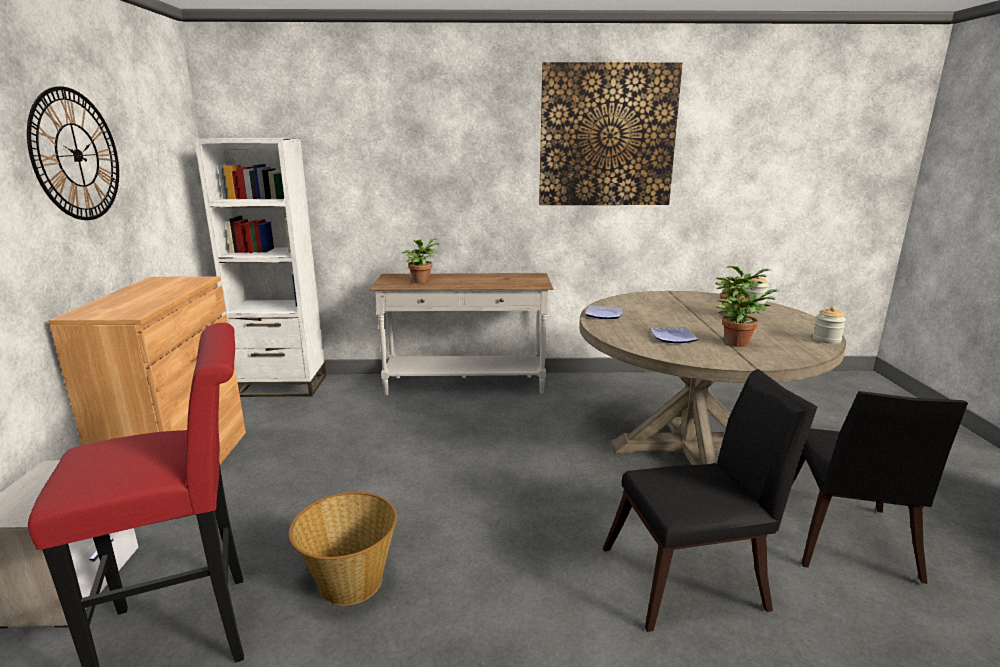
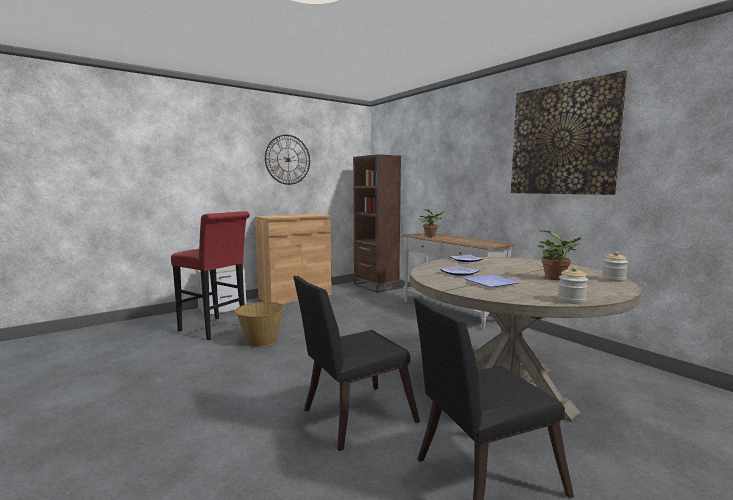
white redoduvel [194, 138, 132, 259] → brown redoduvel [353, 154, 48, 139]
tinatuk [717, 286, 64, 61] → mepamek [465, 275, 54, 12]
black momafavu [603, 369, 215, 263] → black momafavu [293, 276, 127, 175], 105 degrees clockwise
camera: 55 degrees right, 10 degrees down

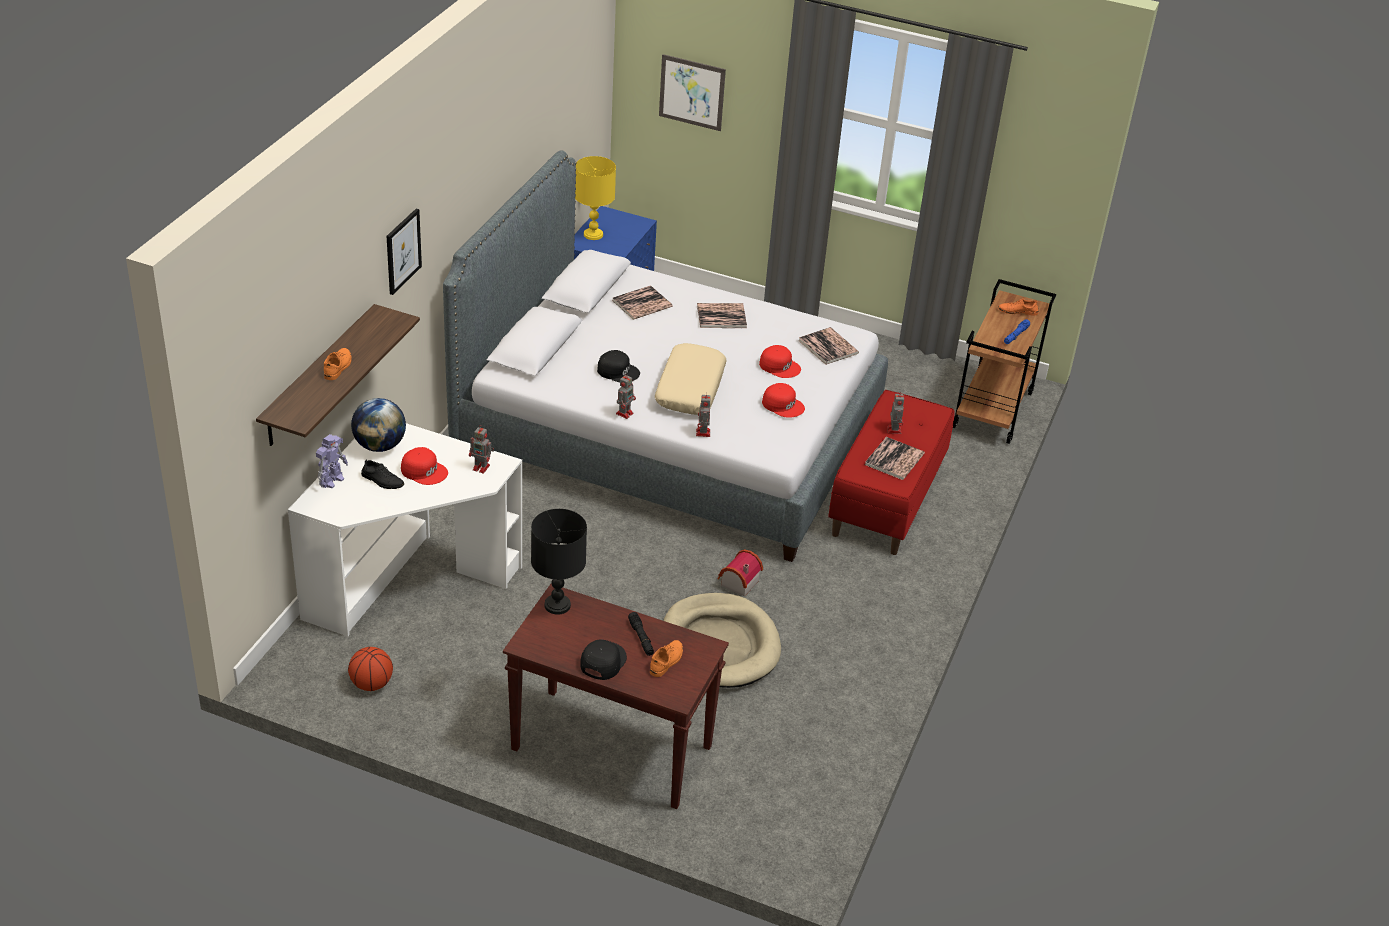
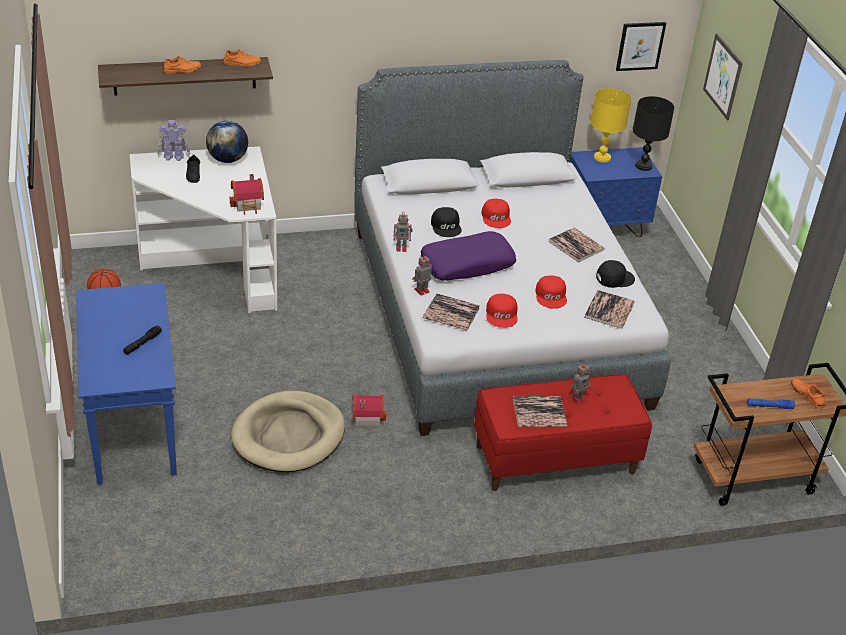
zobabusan [386, 208, 36, 87] → zobabusan [616, 22, 50, 49], relocated
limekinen [612, 285, 60, 35] → limekinen [423, 294, 57, 36], relocated
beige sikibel [655, 343, 72, 72] → purple sikibel [421, 231, 95, 50]
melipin [469, 426, 25, 47] → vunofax [230, 174, 34, 41]
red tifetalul [401, 447, 47, 38] → red tifetalul [482, 199, 29, 29], relocated
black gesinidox [531, 509, 56, 106] → black gesinidox [633, 96, 41, 75], relocated
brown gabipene [503, 584, 226, 225] → blue gabipene [76, 283, 101, 201]
black tifetalul [580, 640, 47, 40] → black tifetalul [596, 260, 39, 28], relocated
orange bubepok [650, 640, 33, 37] → orange bubepok [223, 49, 38, 18], relocated
camera: 55 degrees right, 0 degrees up

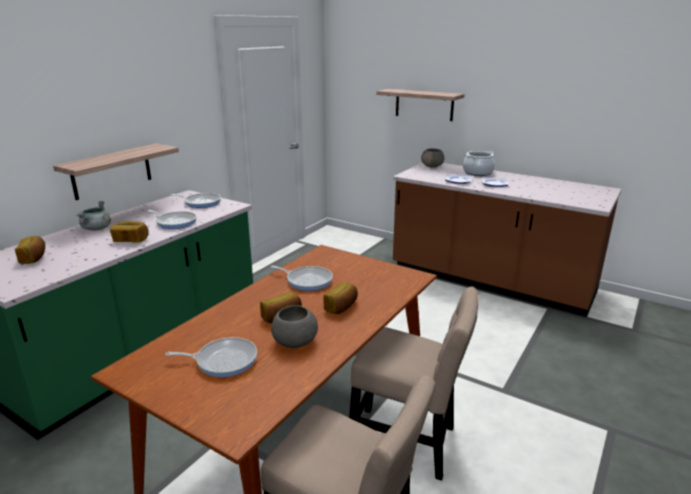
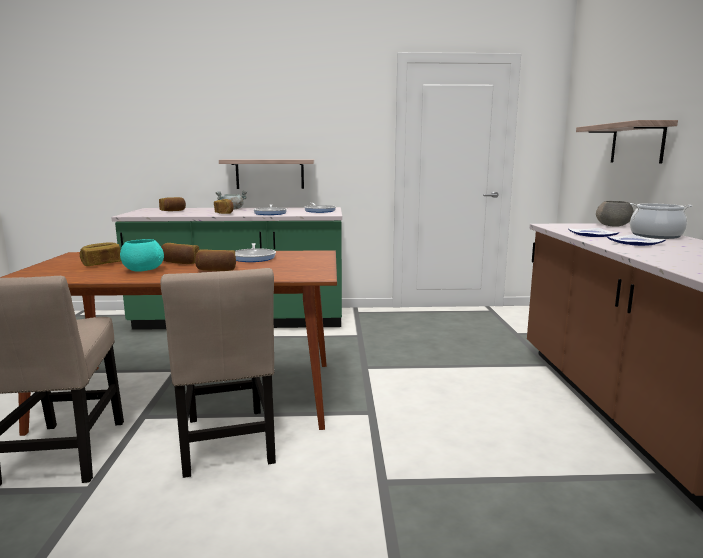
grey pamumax [271, 305, 47, 43] → turquoise pamumax [120, 239, 44, 33]
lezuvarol [165, 337, 92, 40] → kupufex [80, 242, 41, 24]
camera: 55 degrees right, 10 degrees down

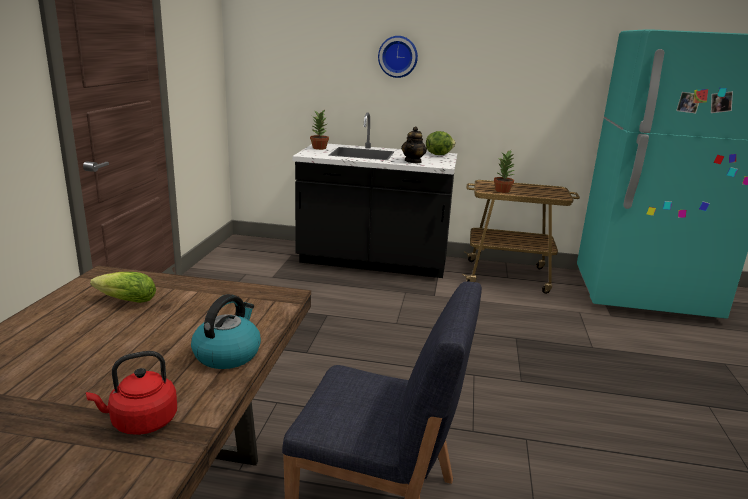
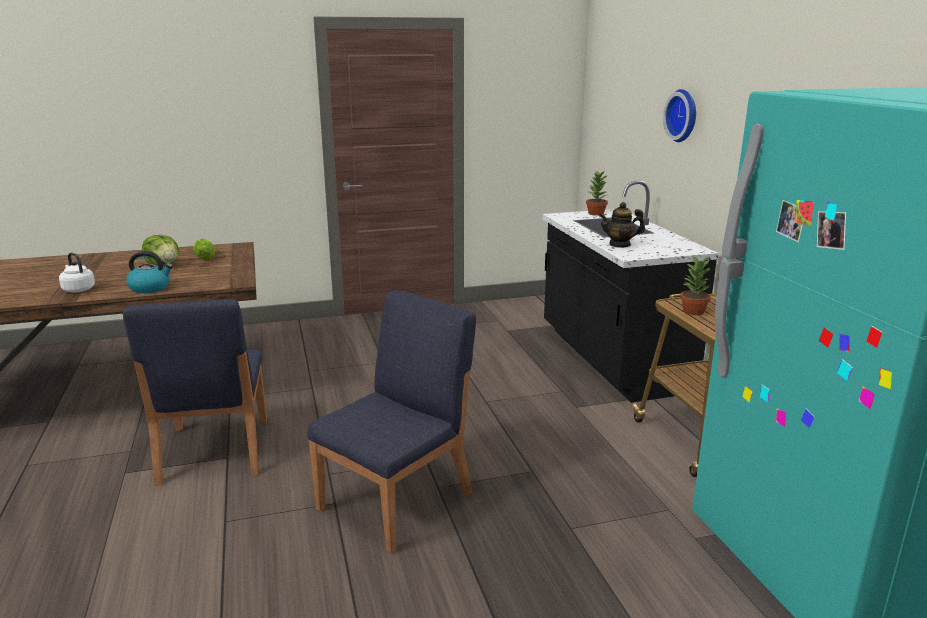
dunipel [426, 131, 30, 24] → dunipel [142, 235, 37, 31], relocated
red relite [86, 351, 91, 84] → white relite [59, 252, 36, 40]
- → blue momafavu [307, 290, 169, 263]
camera: 65 degrees right, 0 degrees up

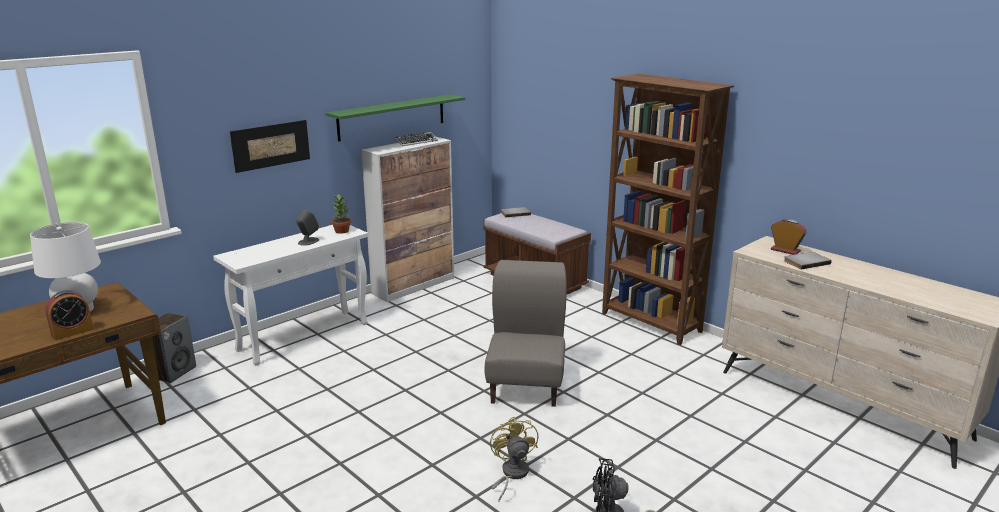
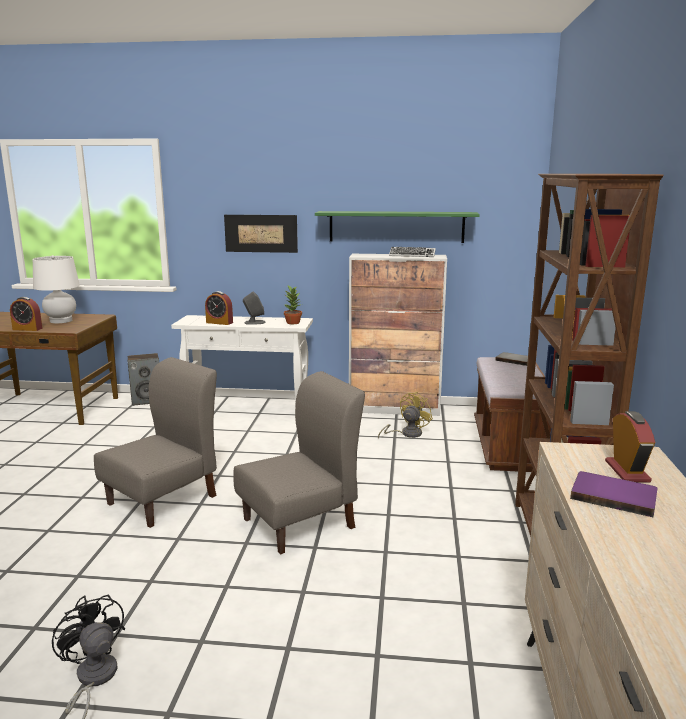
grey limekinen [784, 252, 48, 18] → purple limekinen [570, 471, 87, 46]
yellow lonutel [490, 416, 48, 86] → yellow lonutel [378, 392, 55, 47], relocated
- → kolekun [205, 291, 28, 34]
- → grey momafavu [94, 357, 123, 171]
camera: 50 degrees right, 5 degrees down

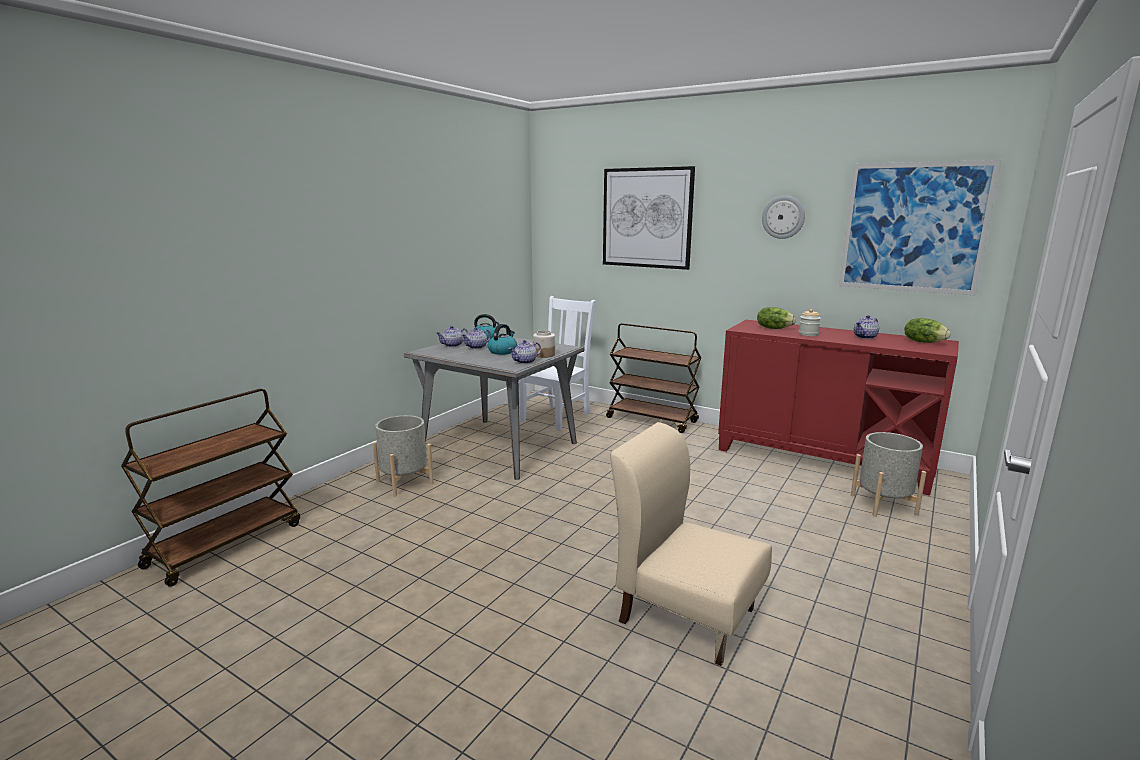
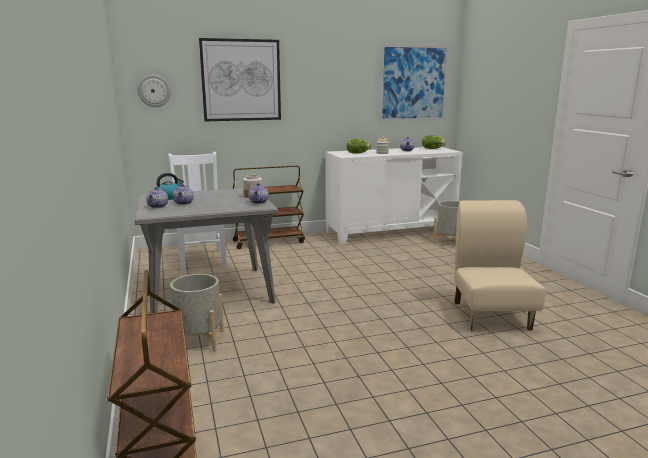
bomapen [762, 196, 43, 43] → bomapen [138, 75, 33, 32], relocated
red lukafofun [718, 320, 241, 176] → white lukafofun [326, 147, 137, 98]
relite [488, 324, 29, 31] → -
beige momafavu [610, 422, 162, 244] → beige momafavu [454, 200, 92, 132], 105 degrees clockwise
camera: 50 degrees left, 0 degrees up

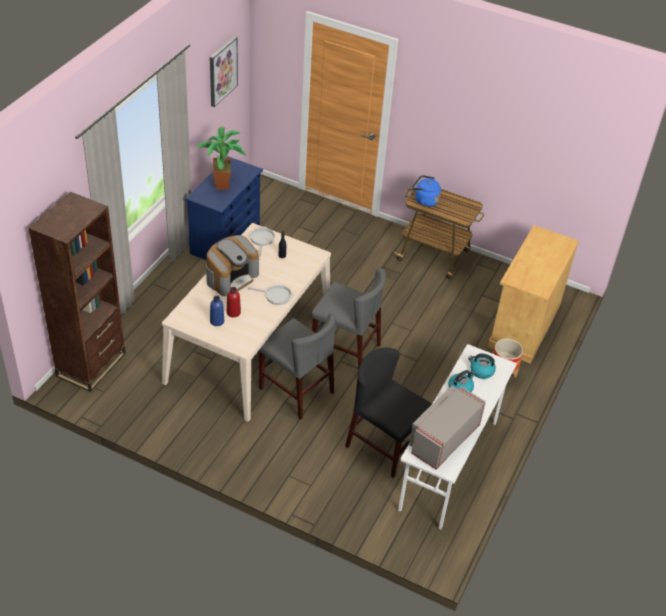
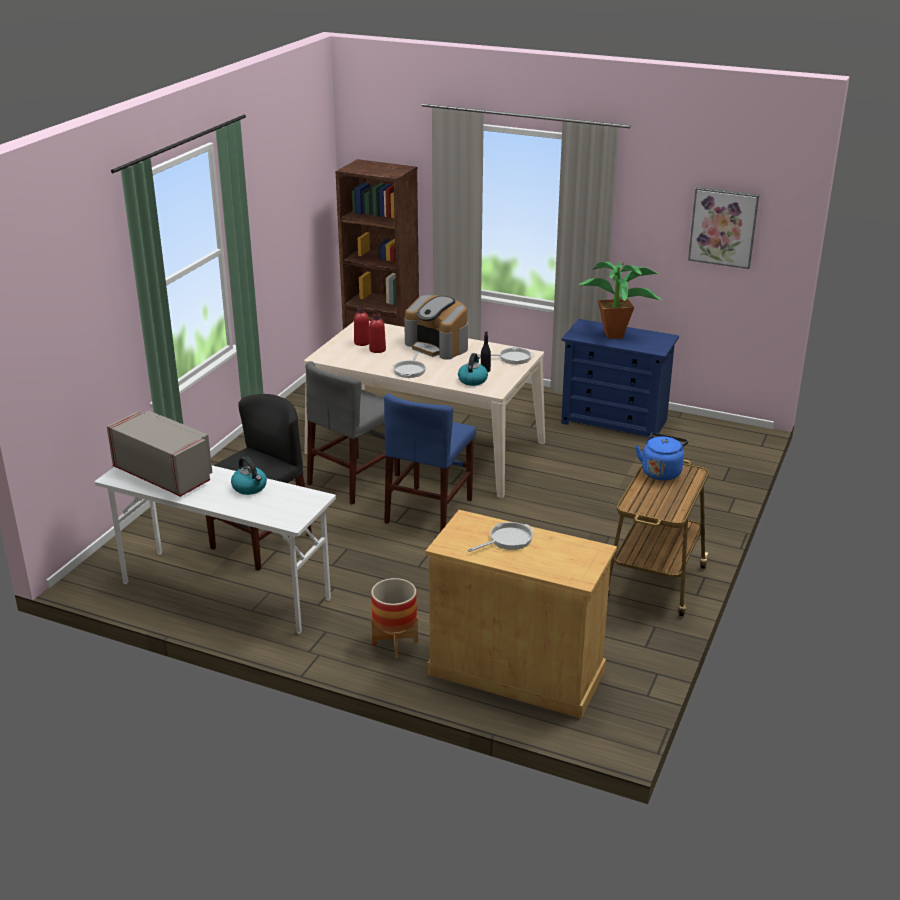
grey momafavu [311, 268, 75, 102] → blue momafavu [384, 394, 92, 137]
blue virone [210, 296, 14, 30] → red virone [354, 306, 15, 40]
relite [468, 354, 28, 25] → relite [458, 353, 30, 33], relocated
- → lezuvarol [468, 522, 66, 30]
camera: 90 degrees right, 15 degrees down

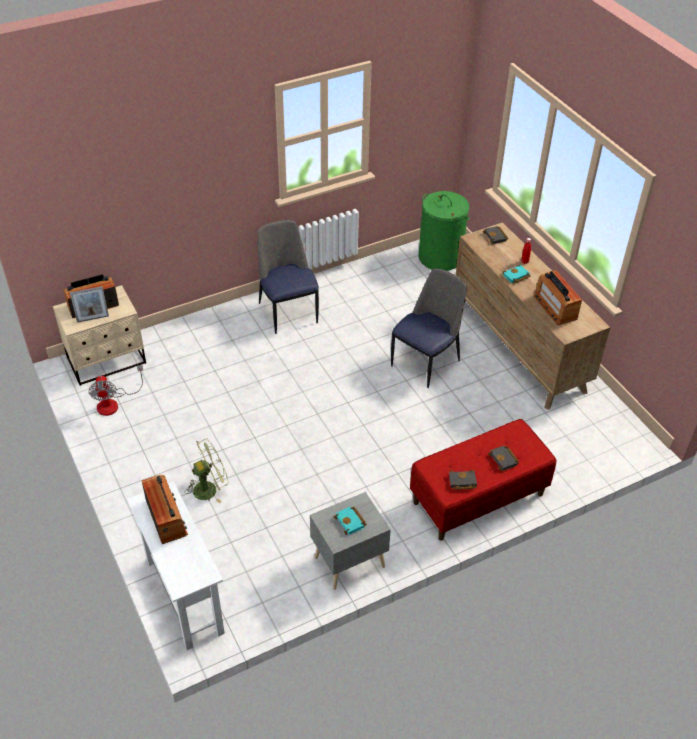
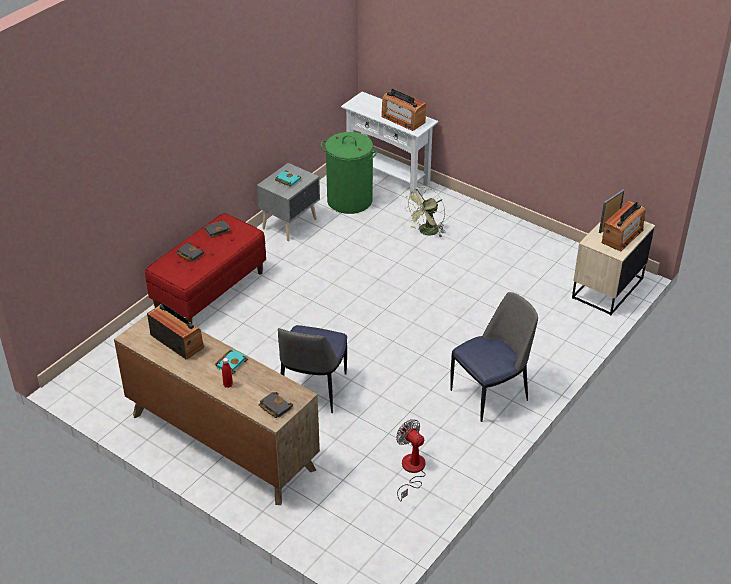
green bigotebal [418, 191, 52, 80] → green bigotebal [321, 132, 56, 82], relocated
momafavu [257, 220, 62, 114] → momafavu [450, 292, 88, 130], 75 degrees counterclockwise
lonutel [89, 365, 54, 51] → lonutel [396, 419, 30, 82], relocated
camera: 155 degrees right, 5 degrees down

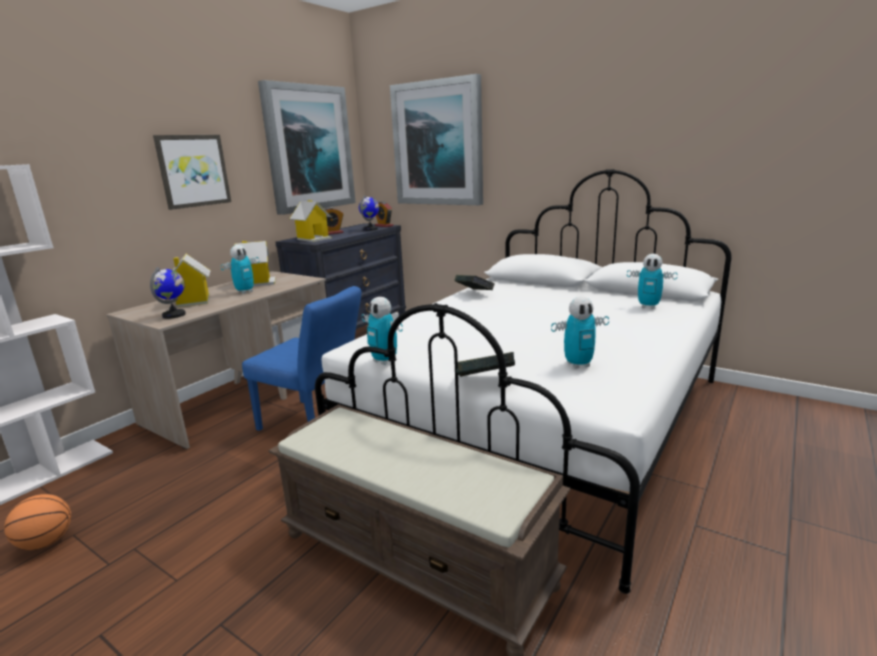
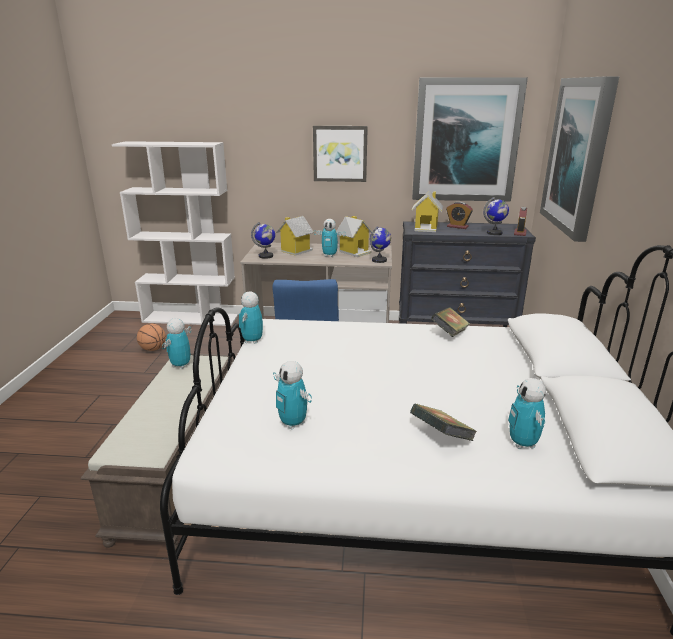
limekinen [456, 352, 59, 25] → limekinen [410, 404, 67, 37], relocated
- → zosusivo [370, 226, 21, 37]
- → melipin [162, 318, 29, 51]
camera: 60 degrees right, 5 degrees up

